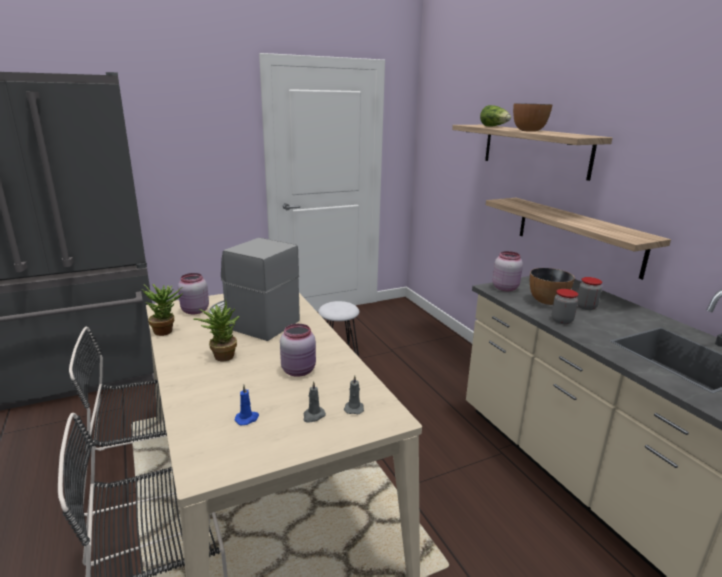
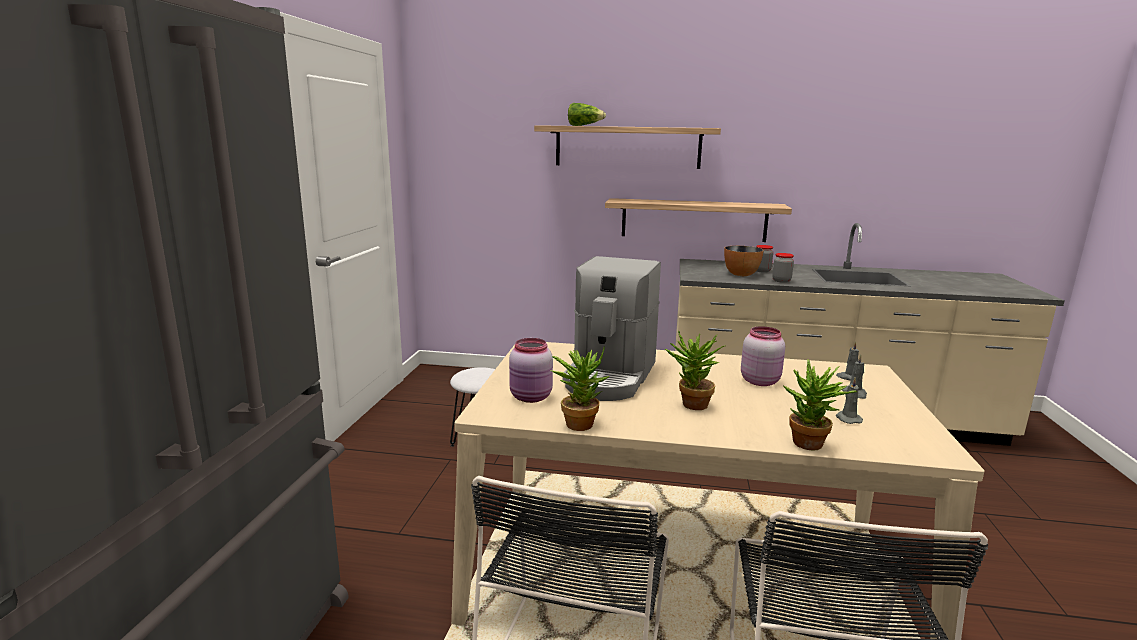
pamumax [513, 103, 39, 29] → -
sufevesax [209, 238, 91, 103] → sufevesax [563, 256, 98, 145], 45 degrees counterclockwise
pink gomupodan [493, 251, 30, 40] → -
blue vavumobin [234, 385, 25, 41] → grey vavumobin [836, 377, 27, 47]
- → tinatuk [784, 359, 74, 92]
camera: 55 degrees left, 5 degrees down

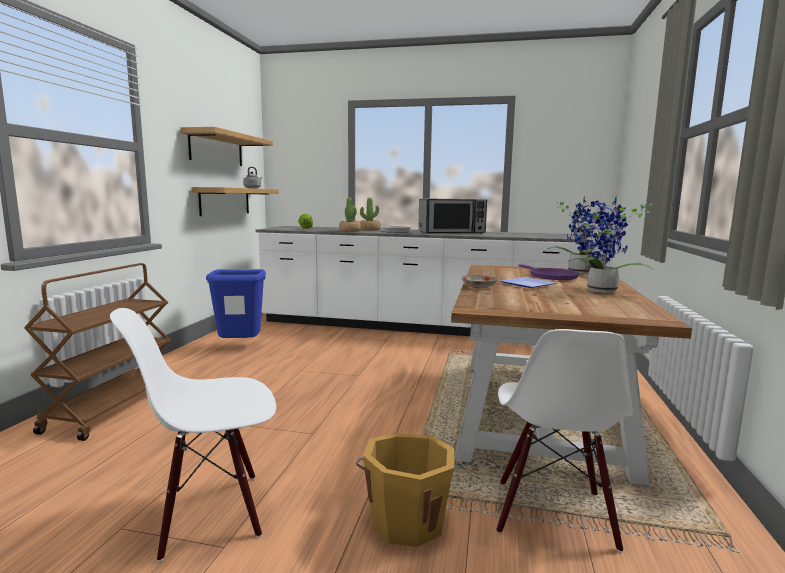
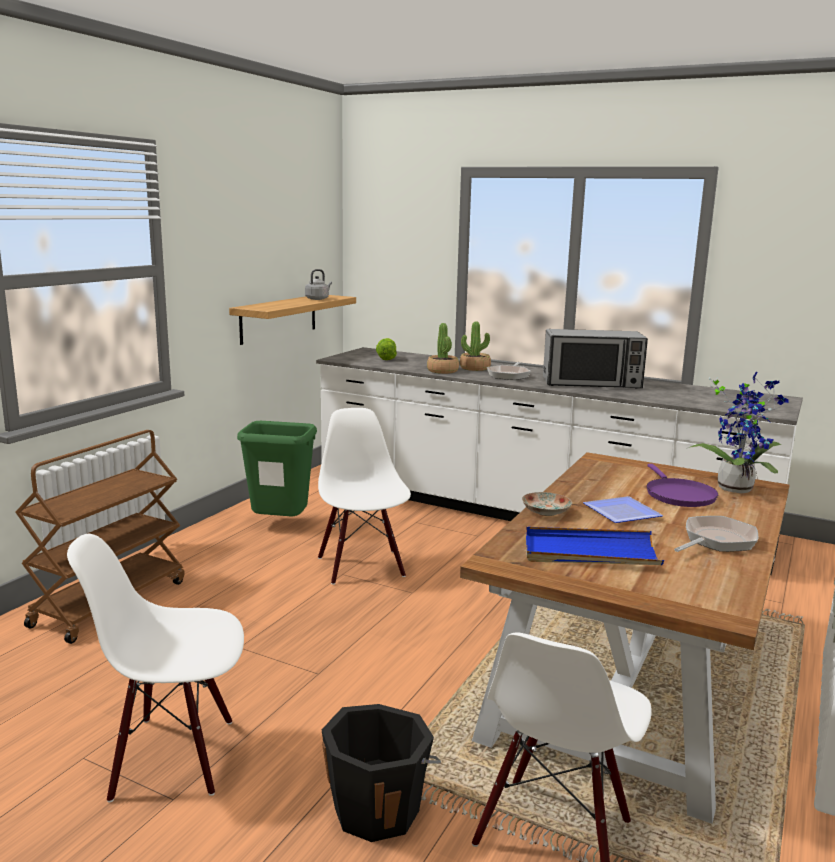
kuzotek [180, 127, 93, 39] → -
tinatuk [569, 197, 88, 96] → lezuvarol [674, 516, 84, 36]
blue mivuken [206, 269, 60, 69] → green mivuken [237, 421, 80, 95]
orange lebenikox [356, 433, 109, 114] → black lebenikox [322, 704, 119, 138]
- → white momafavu [318, 408, 93, 177]
- → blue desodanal [526, 527, 138, 38]
camera: 15 degrees right, 5 degrees up

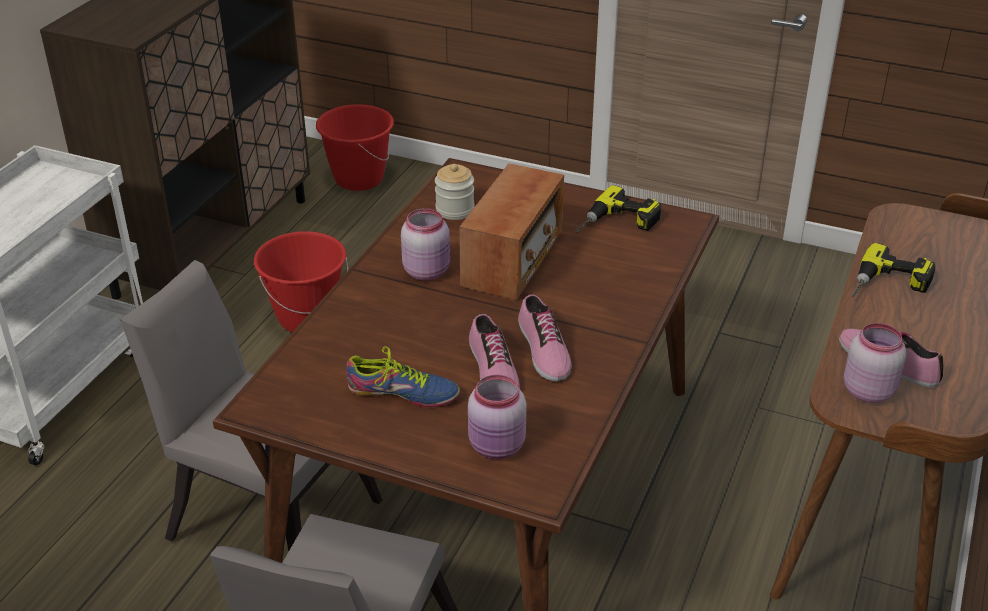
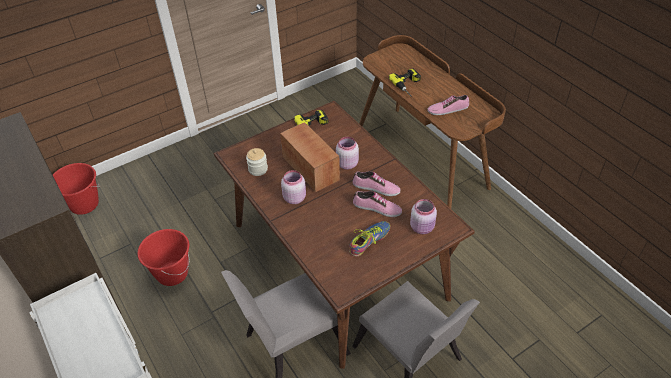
pink gomupodan [844, 323, 63, 80] → pink gomupodan [336, 137, 23, 33], relocated
camera: 55 degrees left, 10 degrees up

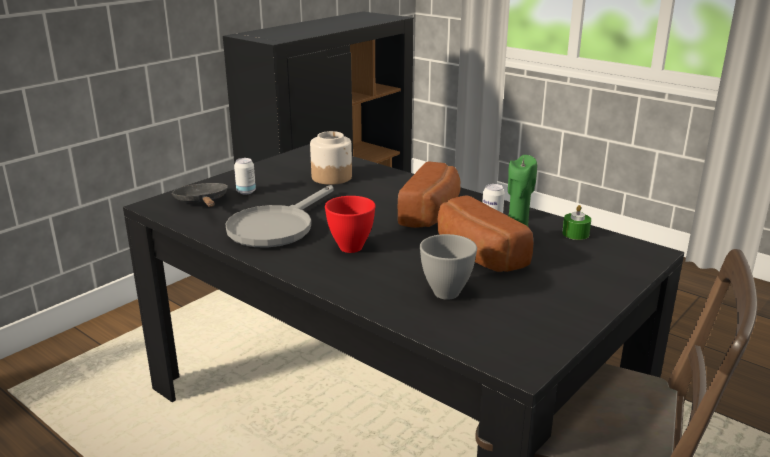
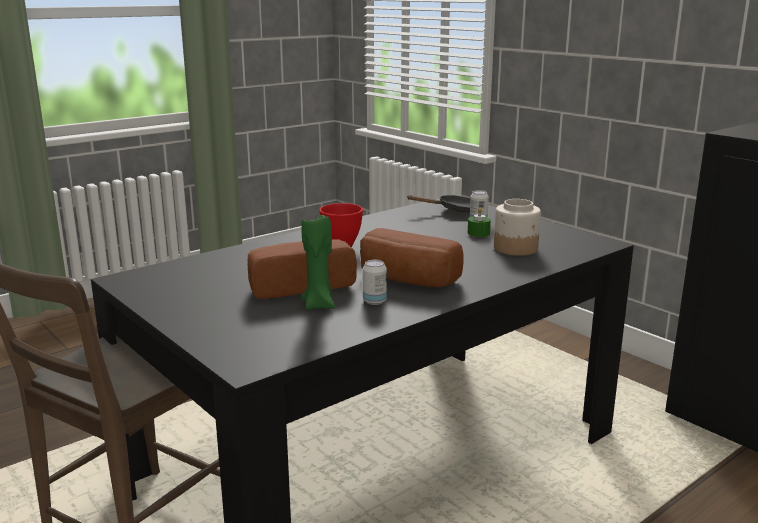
grey lezuvarol [226, 185, 107, 63] → -
green vavumobin [562, 205, 29, 35] → green vavumobin [468, 208, 23, 29], relocated
grey pamumax [420, 234, 57, 66] → -
camera: 100 degrees right, 5 degrees down

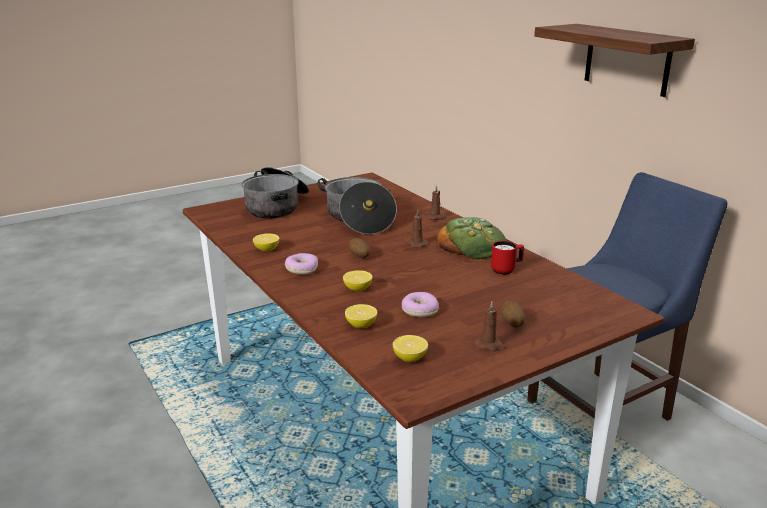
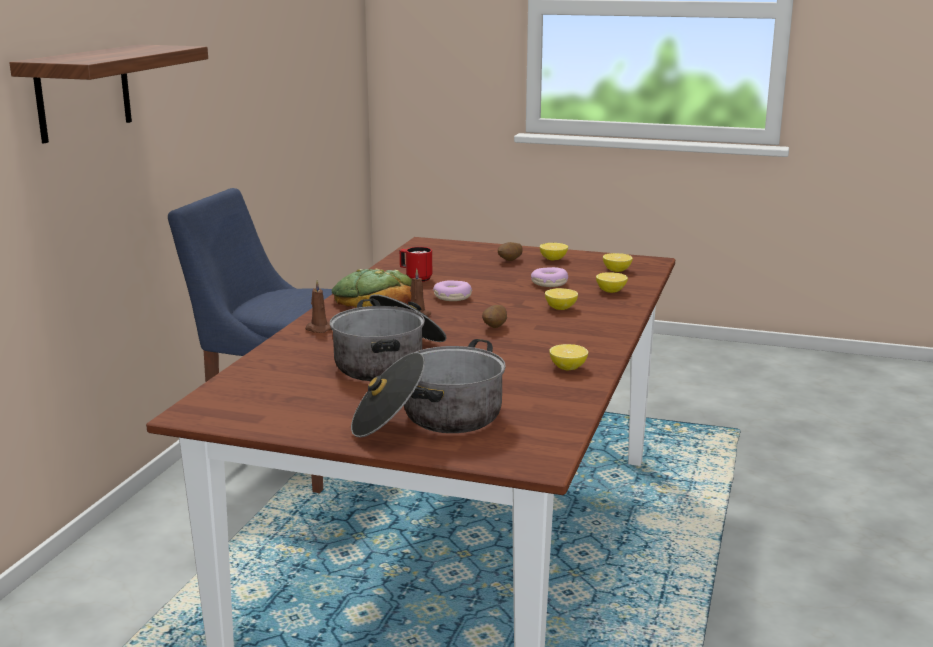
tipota [285, 253, 33, 22] → tipota [433, 280, 39, 21], relocated
brown vavumobin [474, 301, 32, 50] → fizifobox [540, 243, 28, 18]
camera: 130 degrees left, 5 degrees down

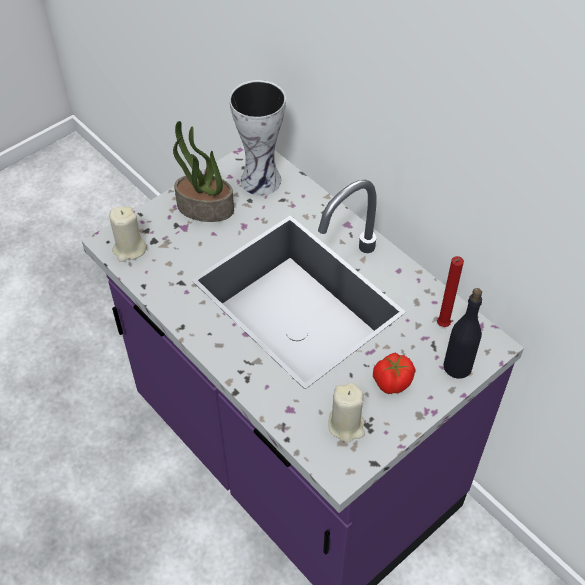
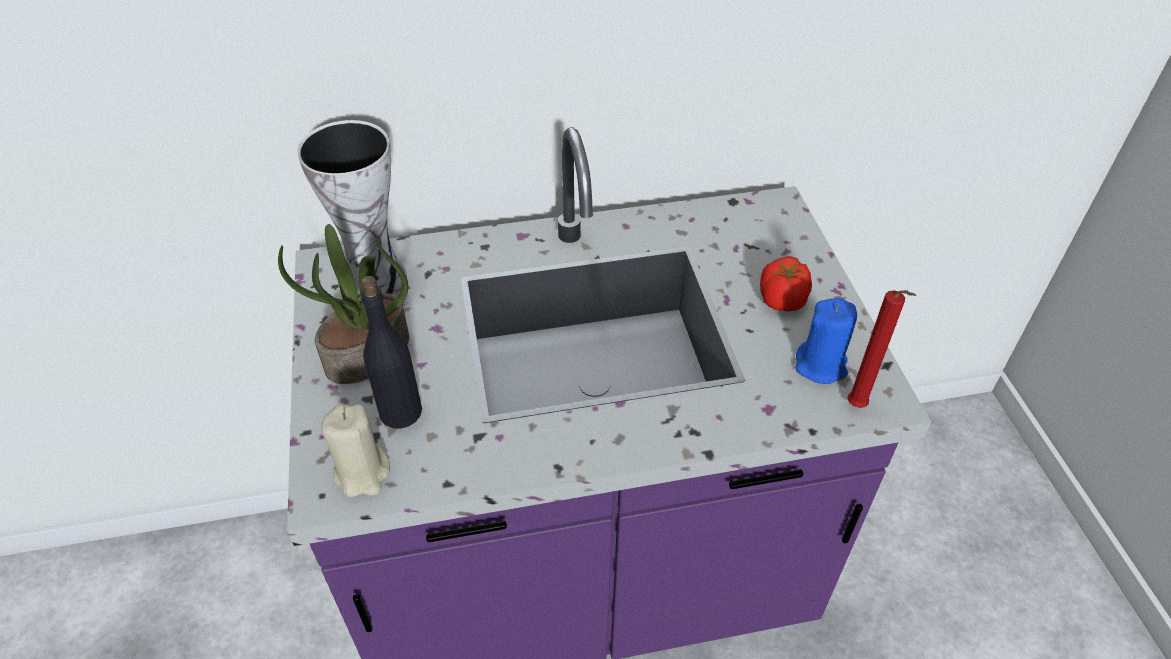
red vavumobin [437, 256, 27, 71] → red vavumobin [848, 290, 68, 118], relocated
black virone [443, 288, 39, 91] → black virone [361, 276, 61, 153], relocated
beige vavumobin [328, 382, 37, 60] → blue vavumobin [795, 298, 62, 86]
camera: 60 degrees left, 5 degrees down

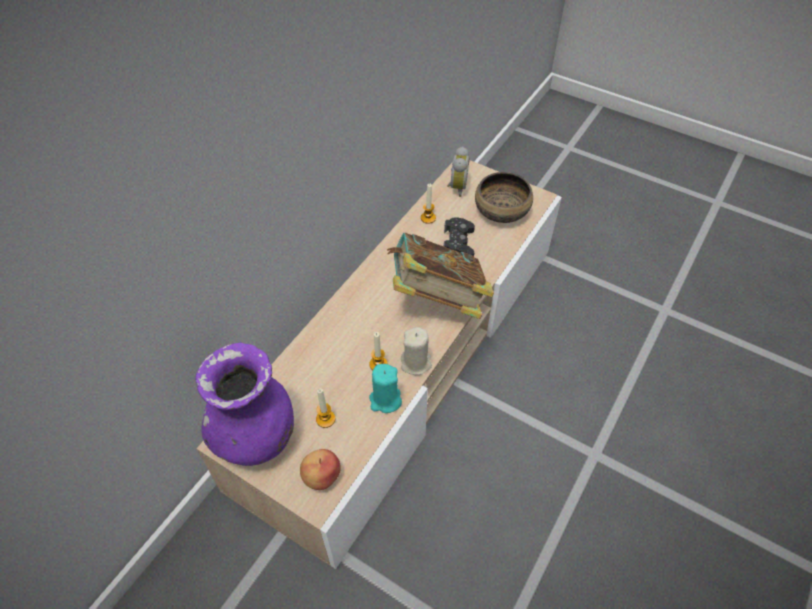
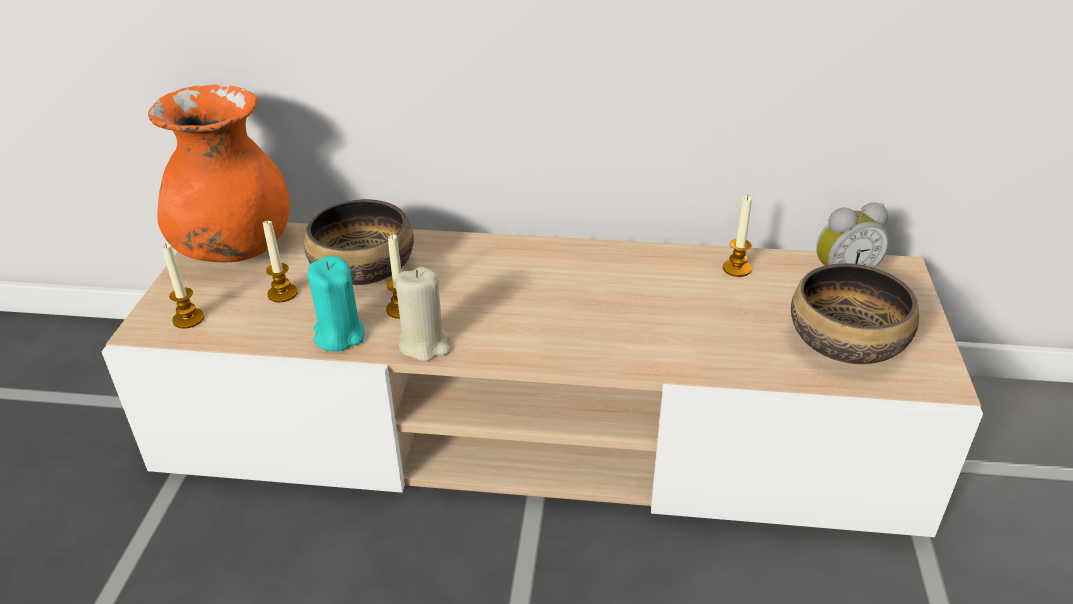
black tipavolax [444, 217, 31, 39] → -
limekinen [387, 233, 107, 86] → -
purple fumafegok [195, 343, 99, 123] → orange fumafegok [148, 85, 142, 177]
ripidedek [300, 449, 41, 41] → vavumobin [162, 244, 42, 85]
- → pamumax [304, 199, 110, 86]
camera: 65 degrees right, 15 degrees down

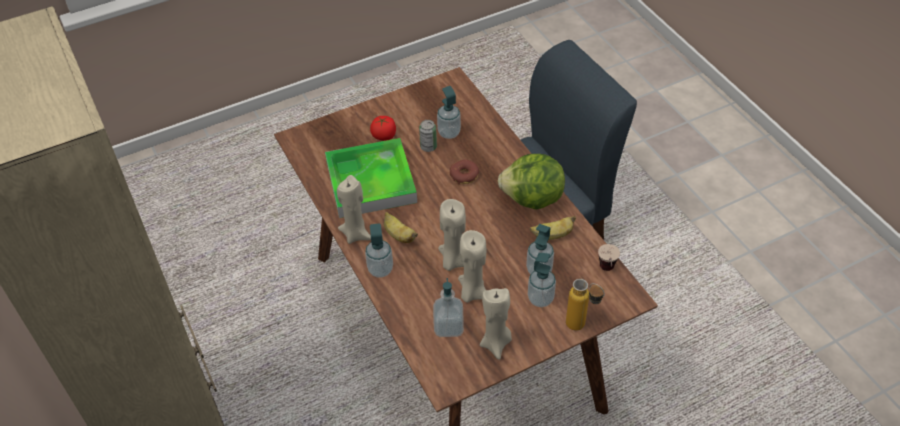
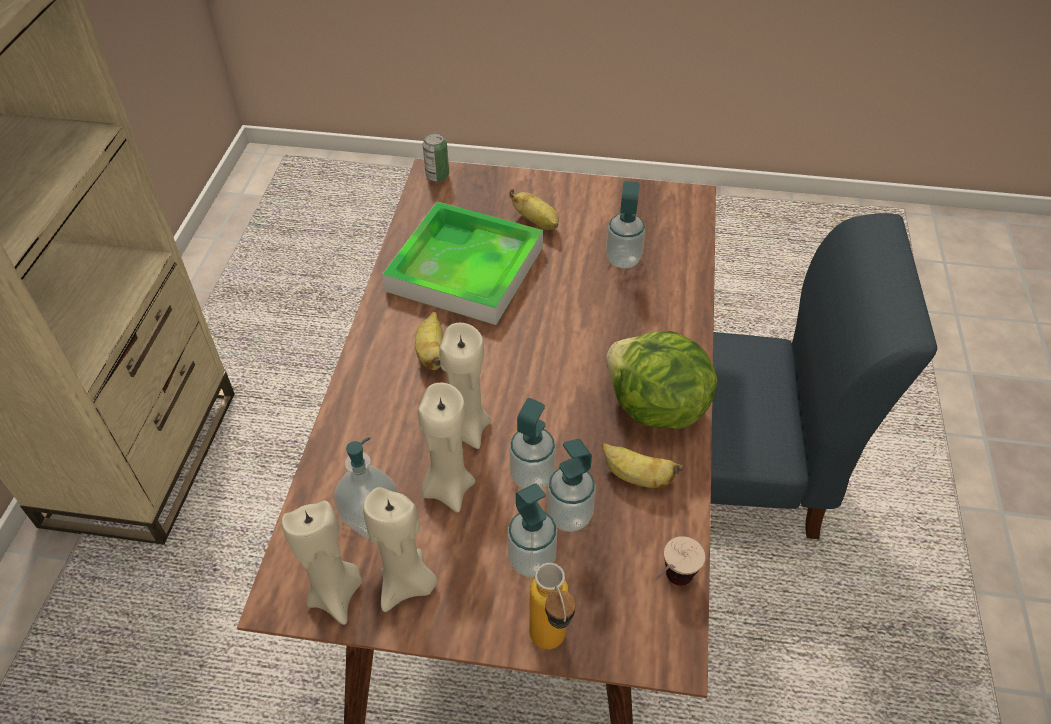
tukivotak [370, 116, 26, 25] → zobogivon [509, 189, 50, 41]
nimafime [419, 120, 18, 32] → nimafime [423, 133, 26, 49], relocated
tipota [450, 159, 29, 26] → -
beige vavumobin [337, 175, 34, 69] → beige vavumobin [282, 500, 80, 125], relocated
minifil [365, 223, 28, 55] → minifil [509, 398, 47, 91], relocated
camera: 35 degrees right, 0 degrees up

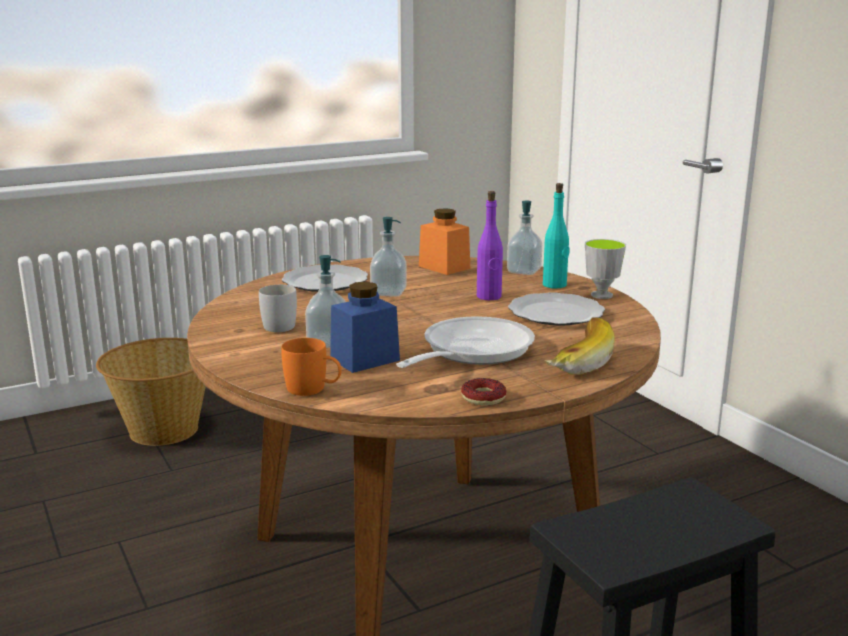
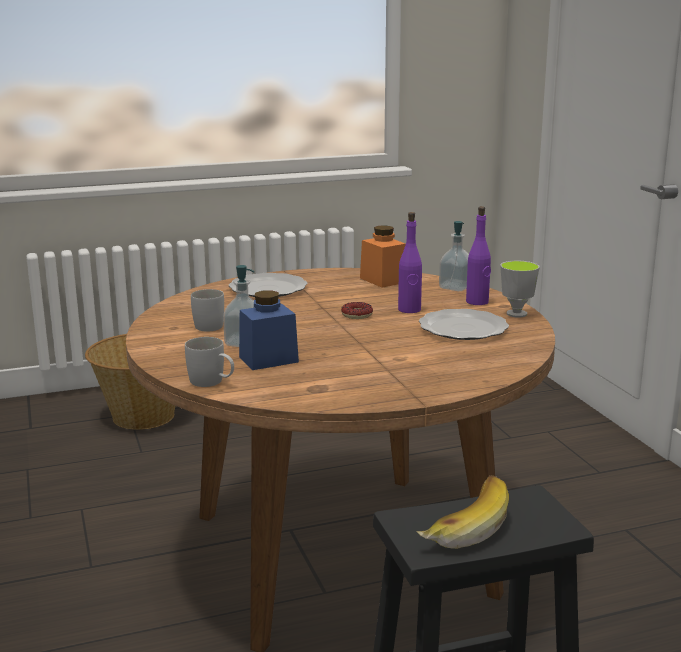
turquoise virone [543, 183, 27, 105] → purple virone [466, 206, 25, 99]
minifil [370, 217, 37, 80] → -
lezuvarol [396, 316, 139, 52] → -
zobogivon [544, 317, 71, 58] → zobogivon [416, 475, 93, 74], relocated
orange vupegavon [281, 338, 61, 58] → white vupegavon [185, 337, 49, 50]
tipota [461, 378, 45, 28] → tipota [341, 302, 32, 17], relocated
camera: 10 degrees right, 0 degrees up

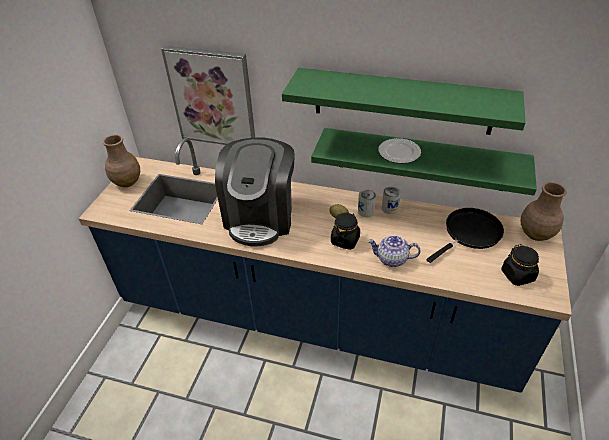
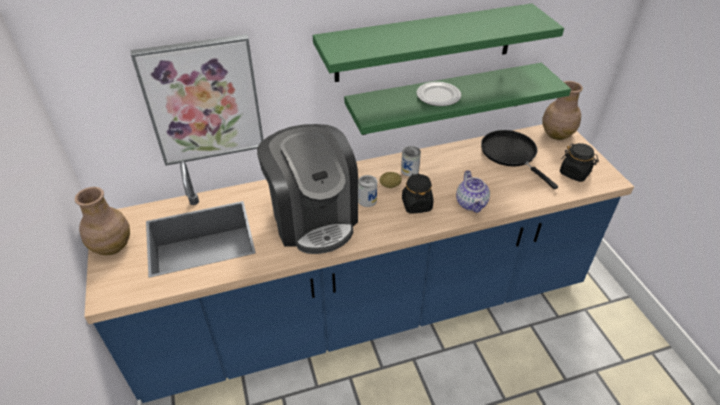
nimafime [382, 186, 19, 28] → nimafime [358, 175, 19, 32], relocated
black lezuvarol [427, 208, 77, 55] → black lezuvarol [481, 130, 77, 59], 45 degrees counterclockwise
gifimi [368, 235, 53, 32] → gifimi [456, 170, 34, 43], 75 degrees counterclockwise
camera: 35 degrees left, 0 degrees up

